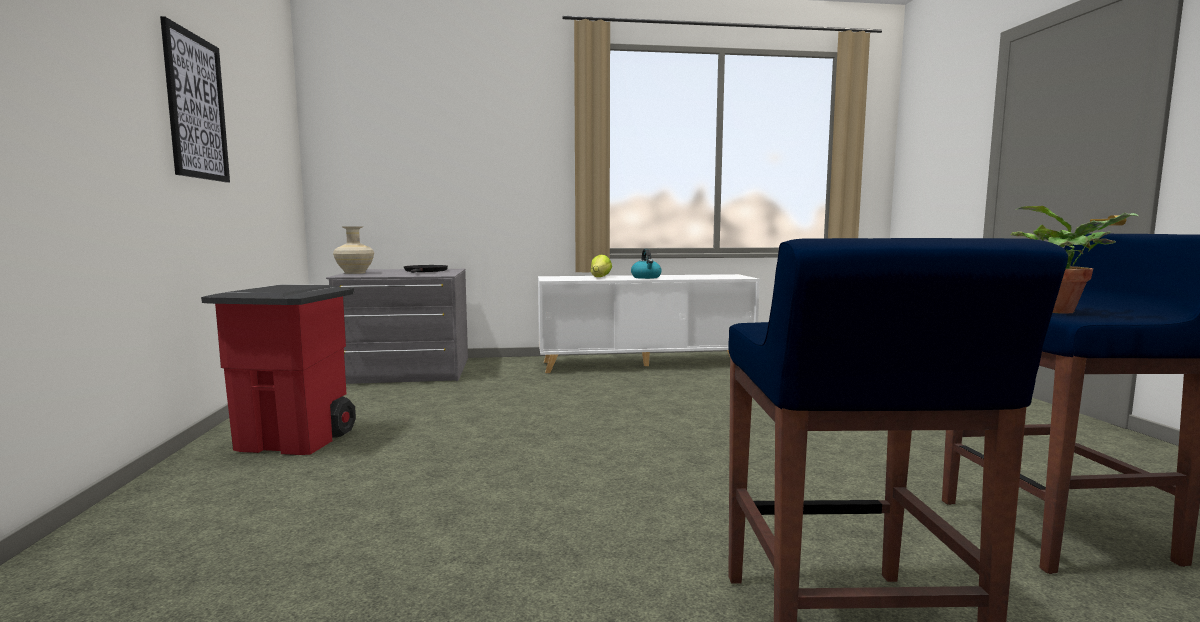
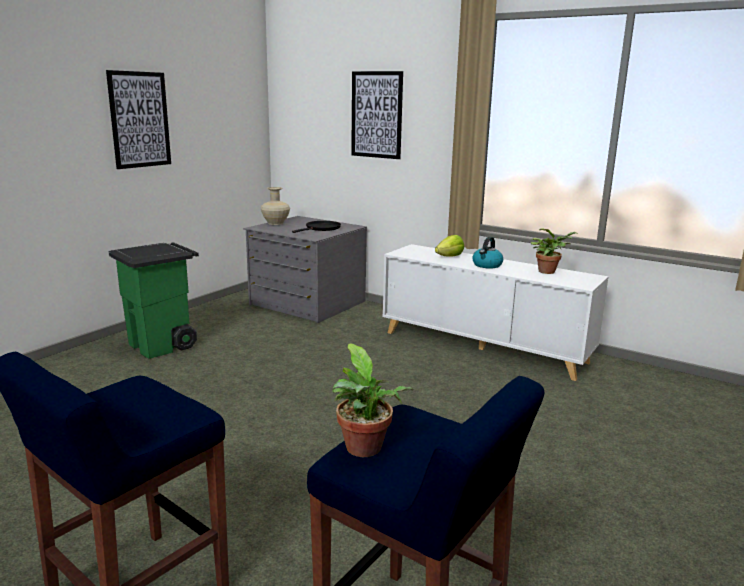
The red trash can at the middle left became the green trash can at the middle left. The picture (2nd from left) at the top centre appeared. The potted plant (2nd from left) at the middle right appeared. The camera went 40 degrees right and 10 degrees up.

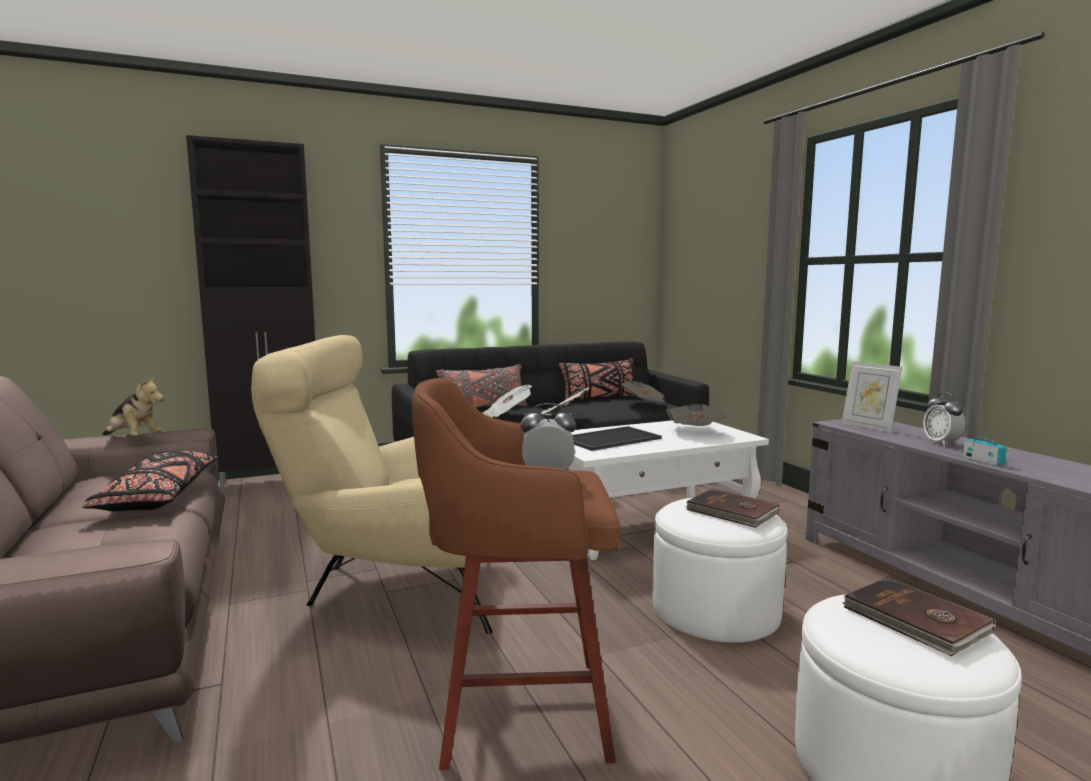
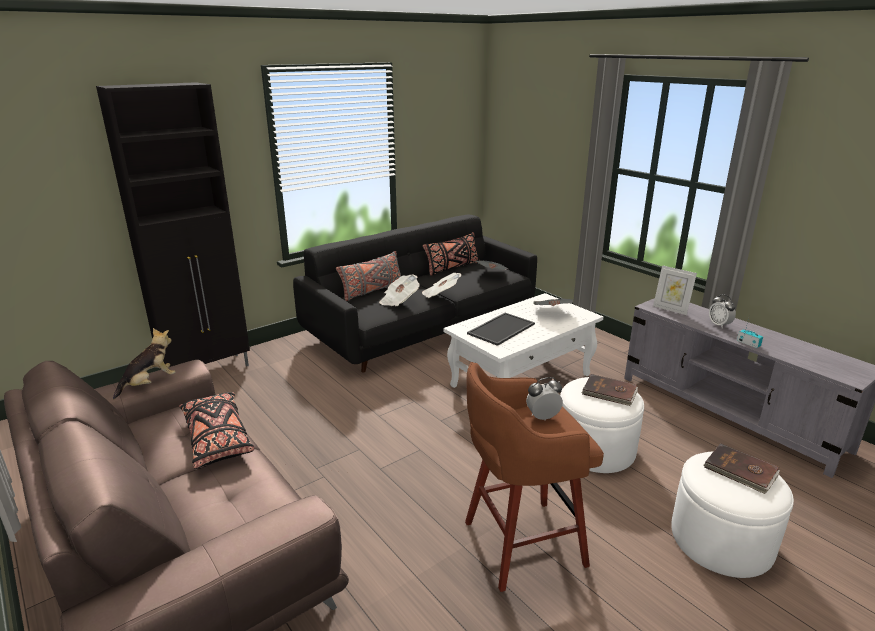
The plush toy at the middle left turned 60 degrees counterclockwise. The beige armchair at the centre disappeared. The camera went 15 degrees left and 15 degrees up.

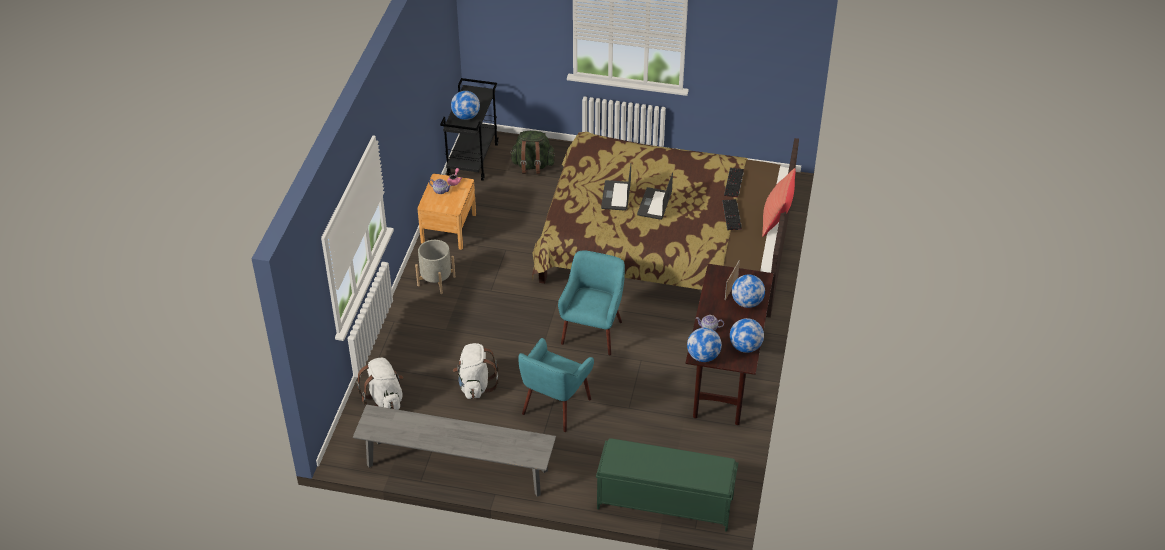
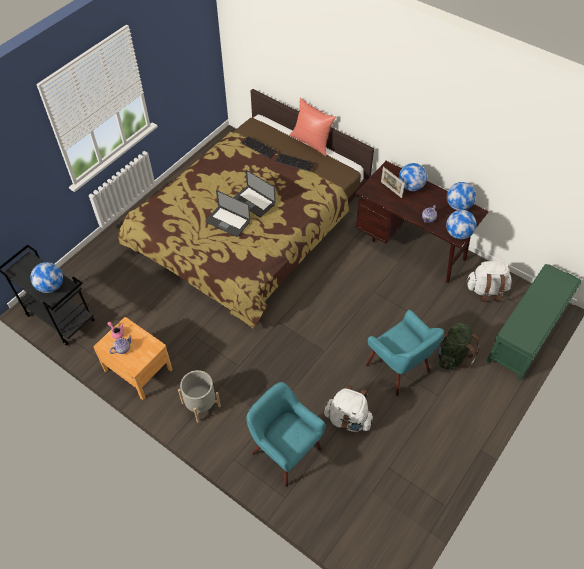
The turquoise armchair (2nd from left in the first image) moved from the centre to the bottom centre. The green backpack moved from the top centre to the middle right. The white backpack (1st from left in the first image) moved from the bottom left to the middle right. The grey bench at the bottom centre disappeared. The camera went 65 degrees left and 10 degrees up.

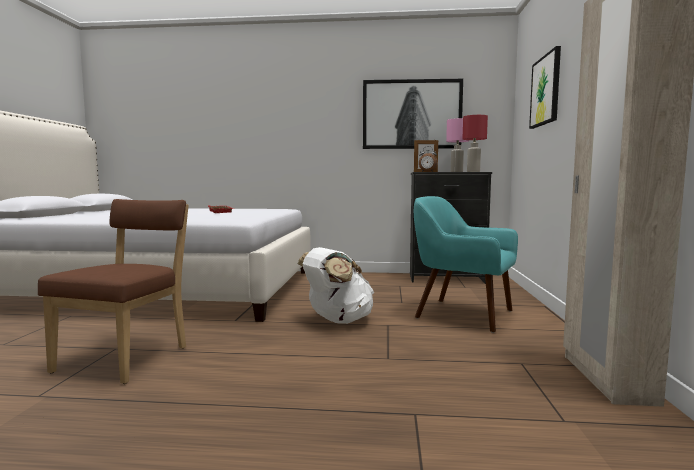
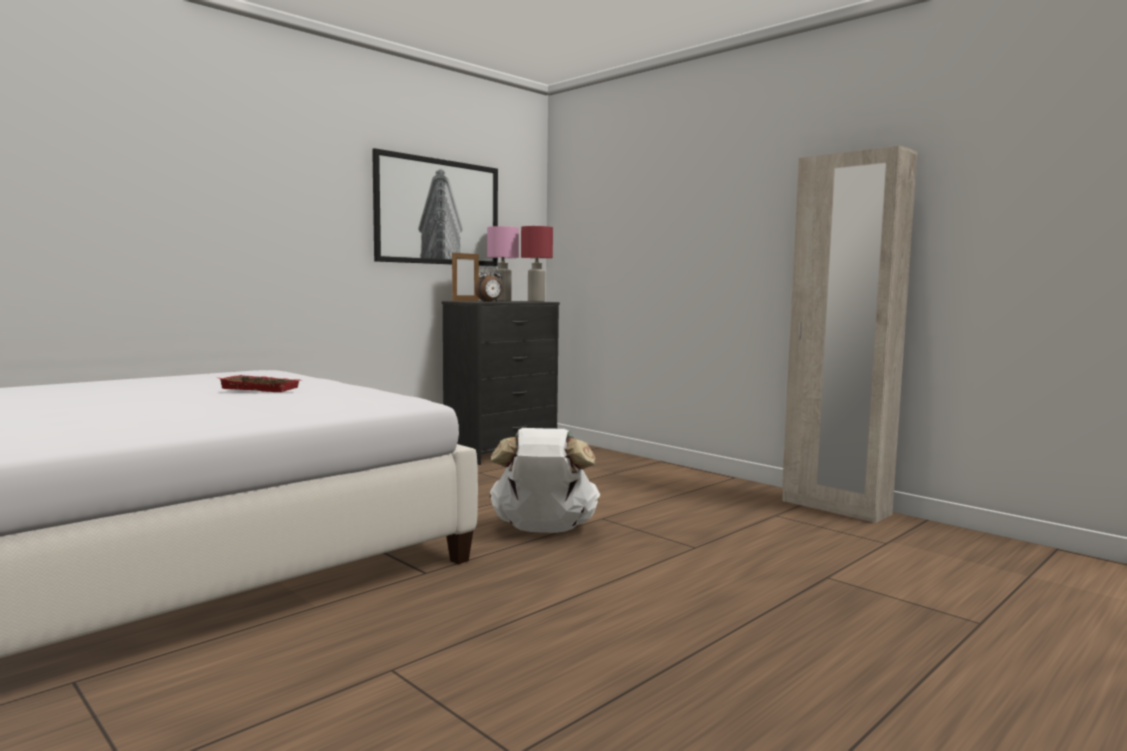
The brown chair at the middle left disappeared. The turquoise armchair at the middle right disappeared. The picture (2nd from left) at the top right disappeared. The camera went 50 degrees left and 0 degrees up.

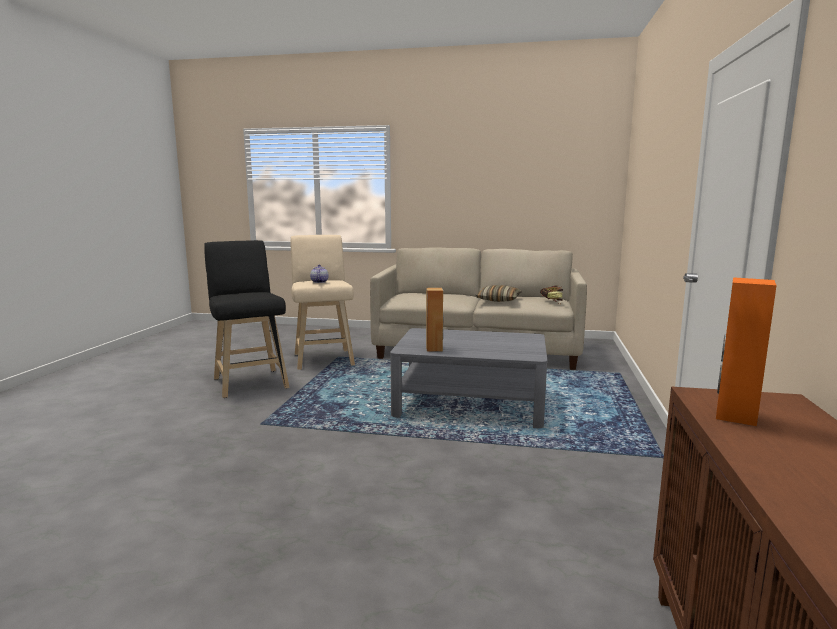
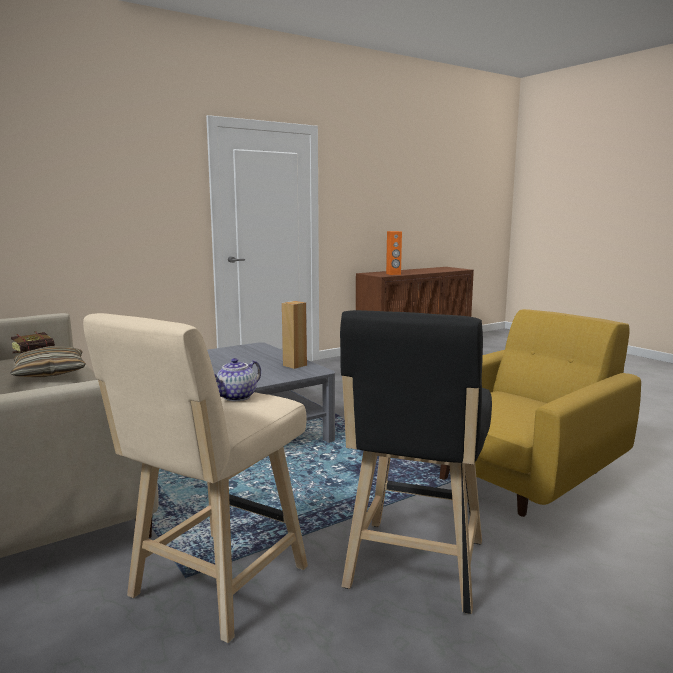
The yellow armchair at the middle right appeared. The camera went 135 degrees left and 0 degrees up.

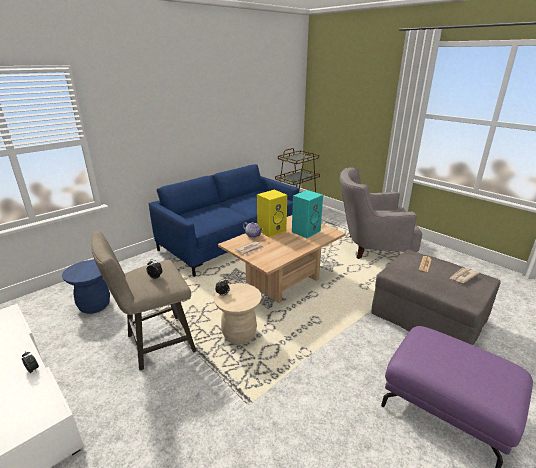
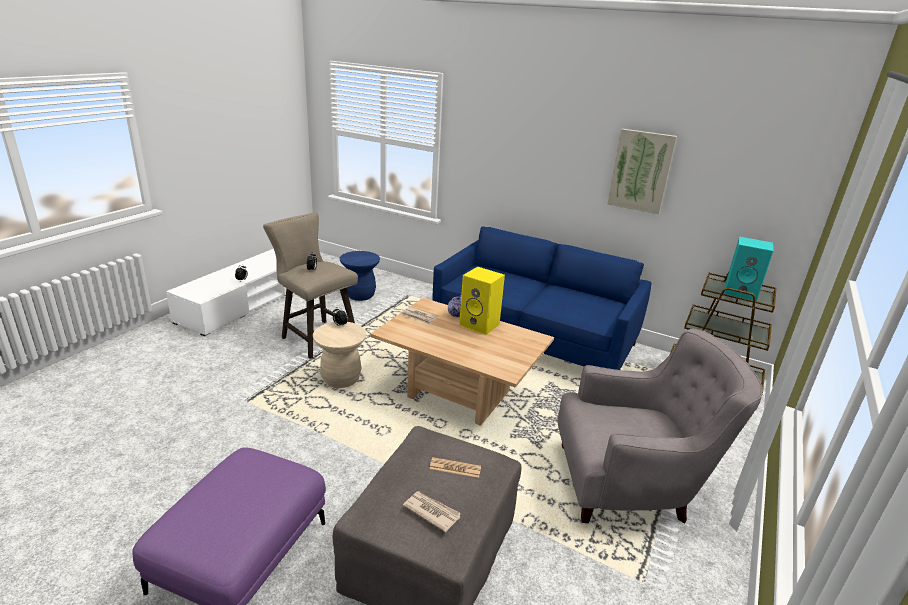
The grey armchair at the middle right turned 105 degrees clockwise. The picture at the top right appeared. The turquoise speaker moved from the centre to the middle right. The camera went 70 degrees right and 0 degrees up.

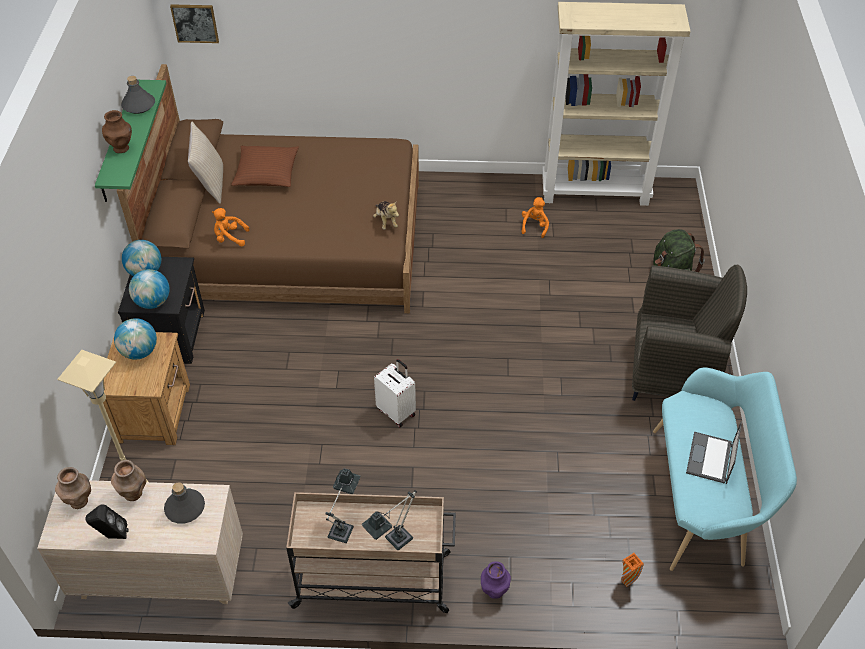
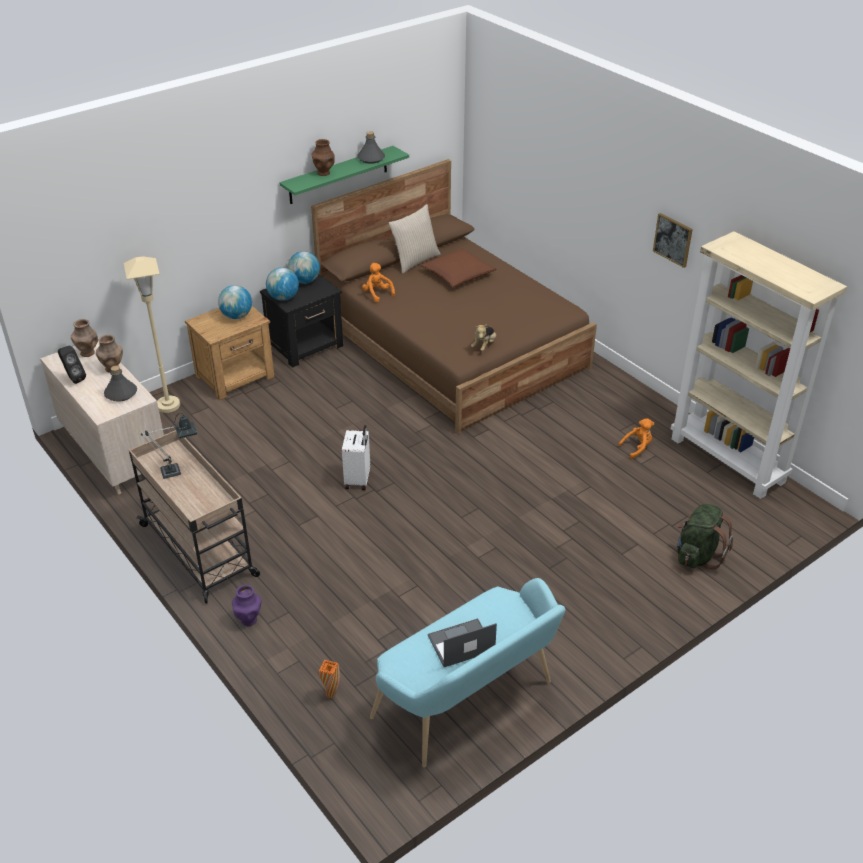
The picture moved from the top left to the top right. The table lamp (2nd from left) at the bottom centre disappeared. The grey armchair at the middle right disappeared. The camera went 50 degrees right and 10 degrees down.

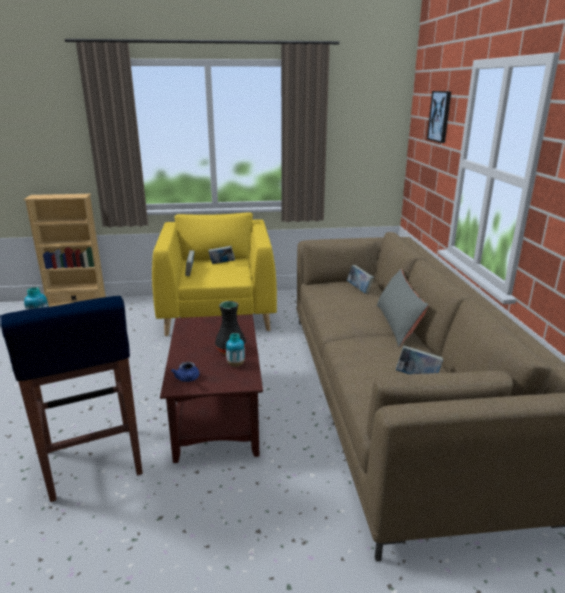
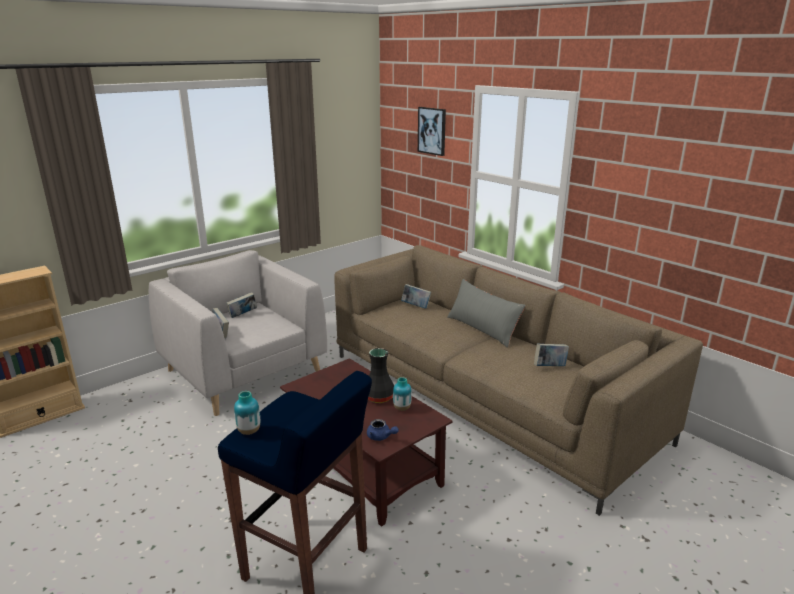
The yellow armchair at the centre became the grey armchair at the middle left. The camera went 35 degrees left and 0 degrees up.

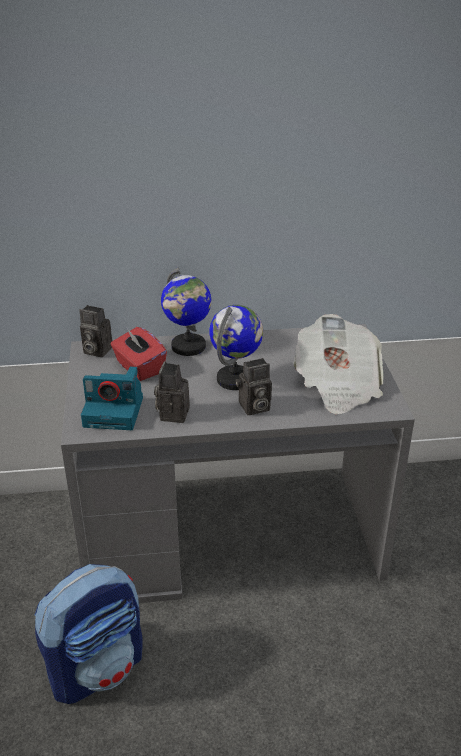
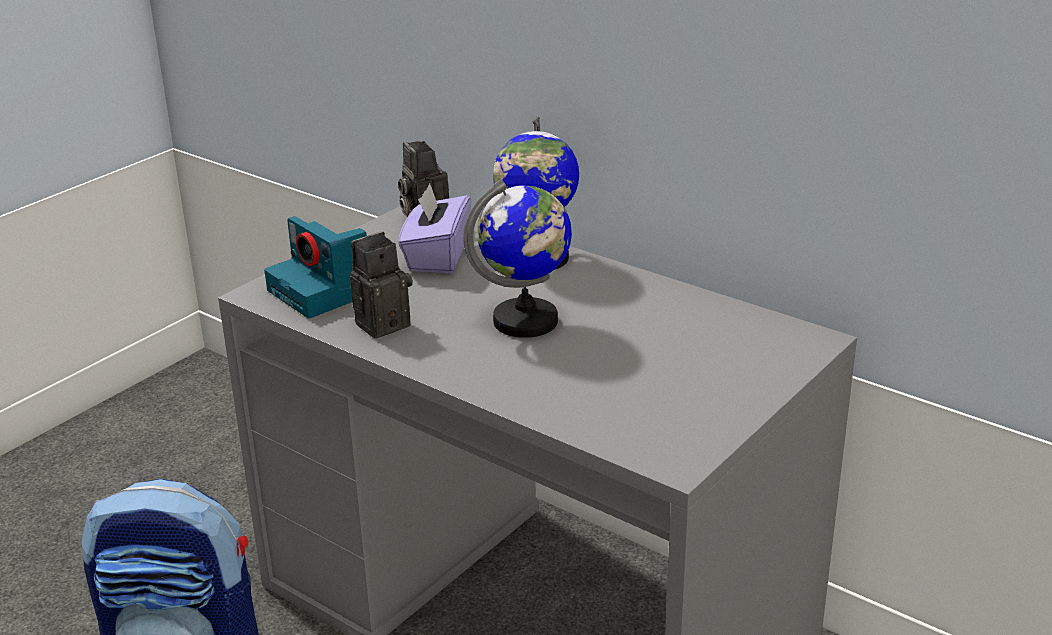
The red tissue box at the middle left became the purple tissue box at the centre. The photo camera (4th from left) at the centre disappeared. The newspaper at the middle right disappeared. The camera went 45 degrees right and 5 degrees down.

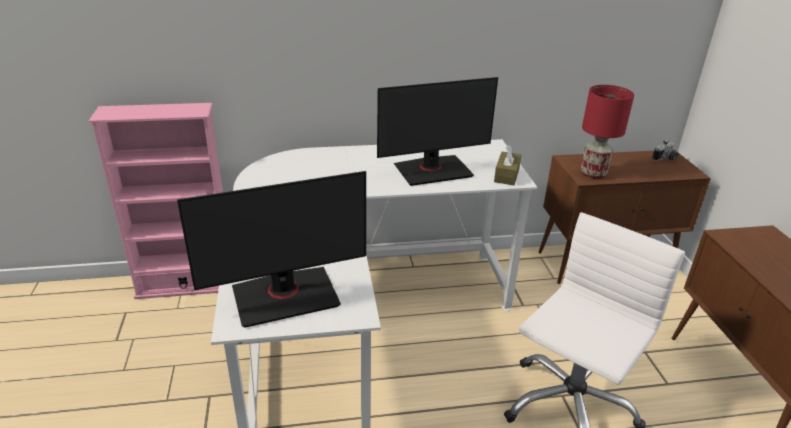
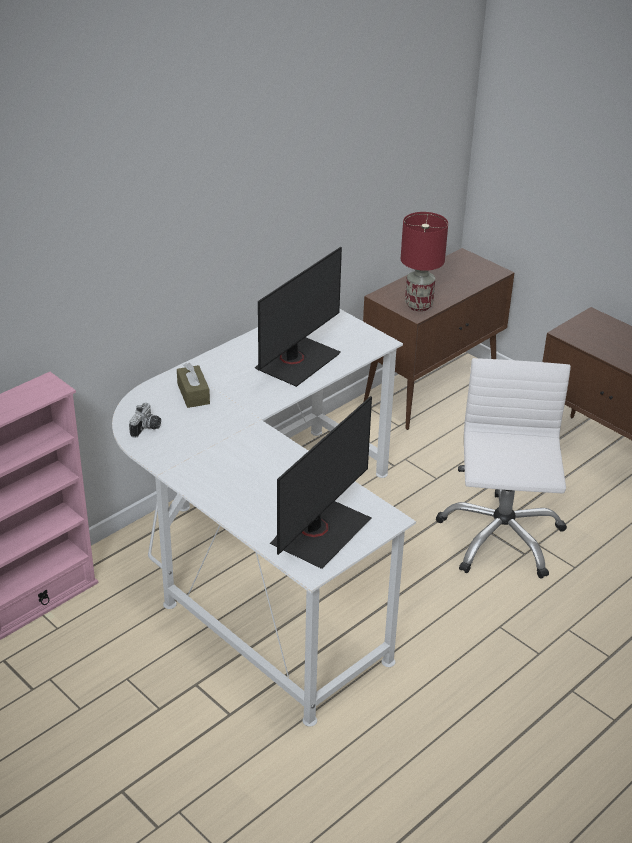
The photo camera moved from the middle right to the middle left. The brown tissue box moved from the centre to the middle left. The camera went 35 degrees left and 5 degrees up.

